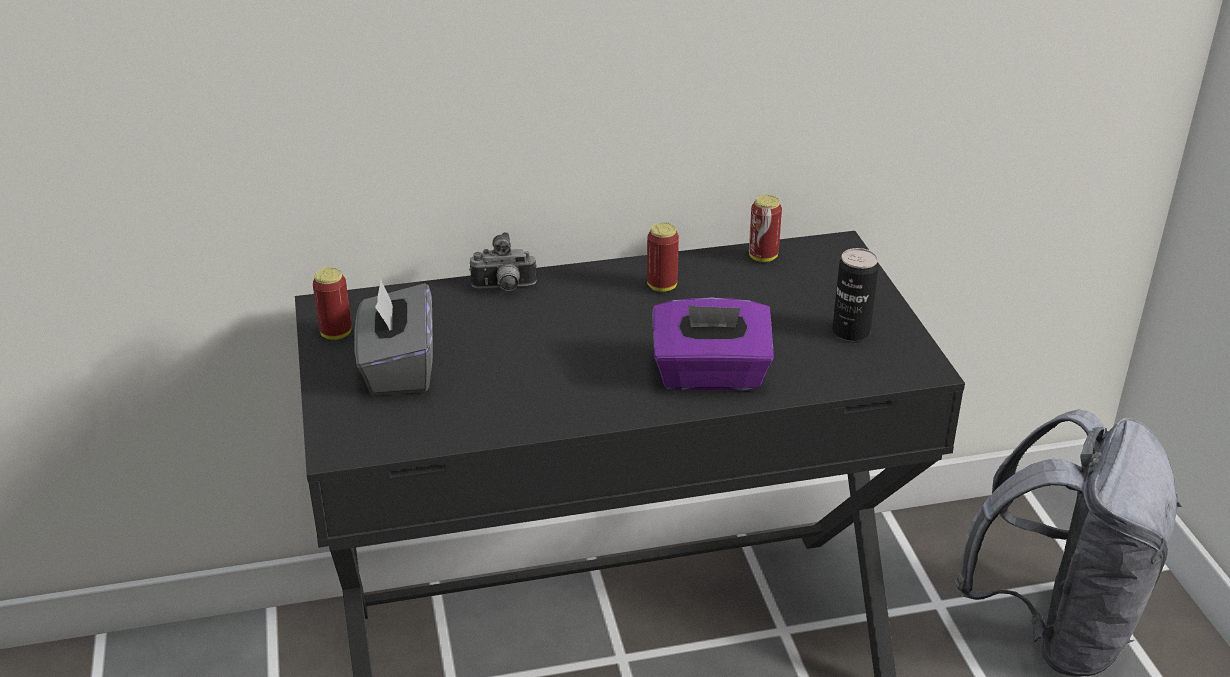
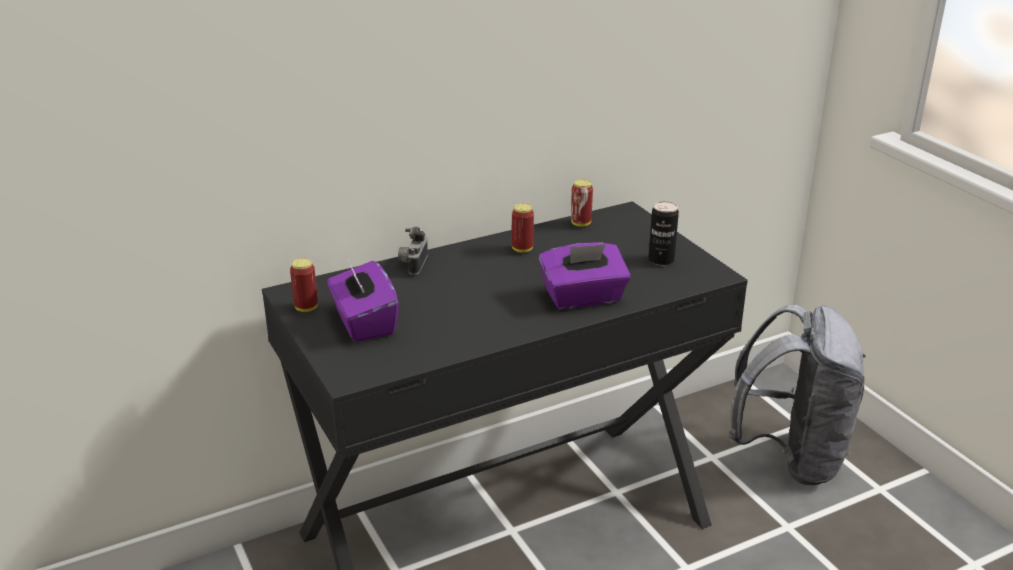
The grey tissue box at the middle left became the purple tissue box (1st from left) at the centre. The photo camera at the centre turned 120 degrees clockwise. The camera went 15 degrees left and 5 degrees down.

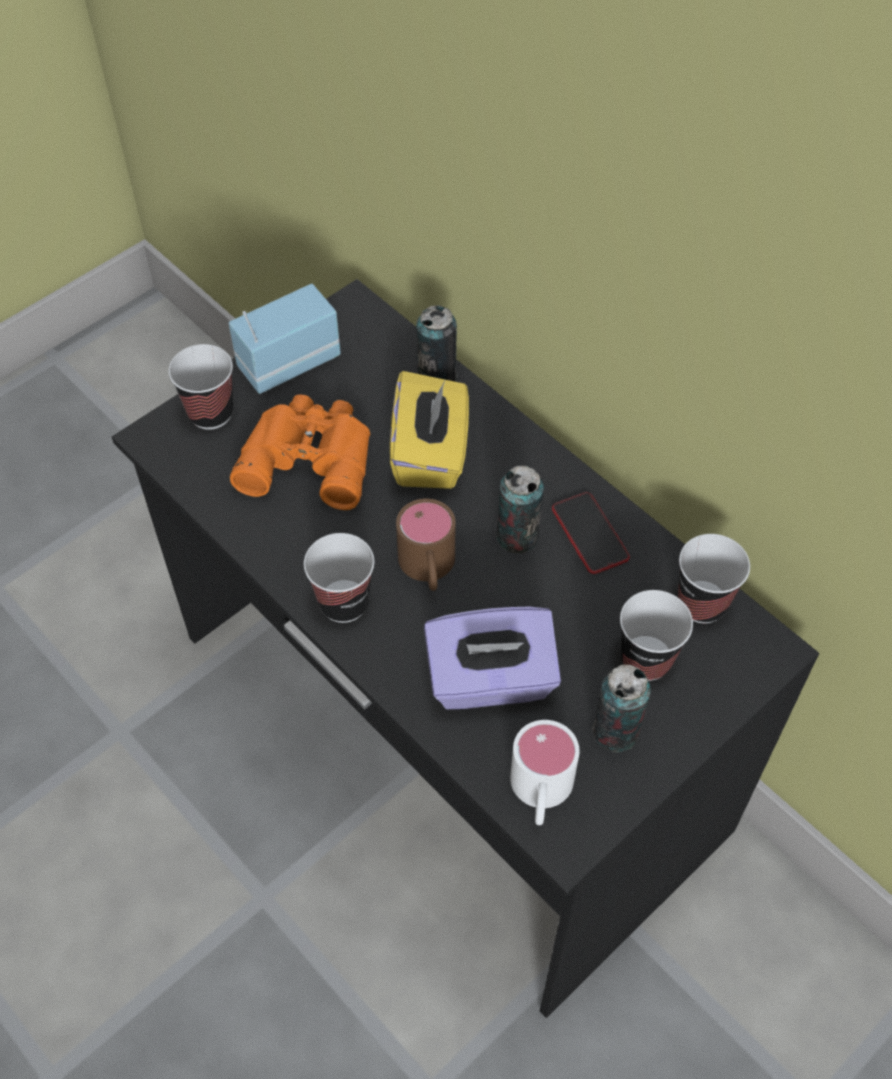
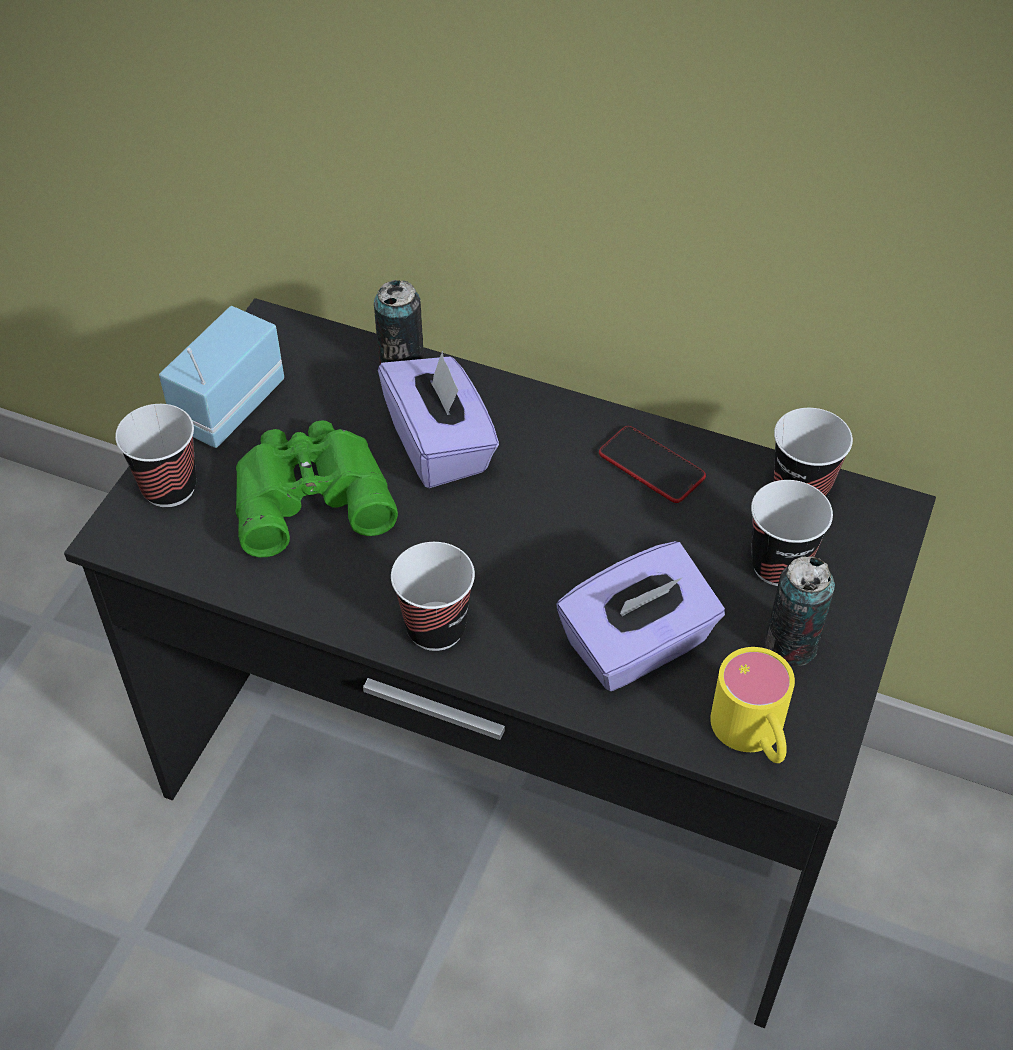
The orange binoculars at the centre became the green binoculars at the middle left. The yellow tissue box at the centre became the purple tissue box (1st from left) at the centre. The white mug at the bottom centre became the yellow mug at the bottom right. The brown mug at the centre disappeared. The can (2nd from left) at the centre disappeared. The camera went 25 degrees left and 5 degrees down.

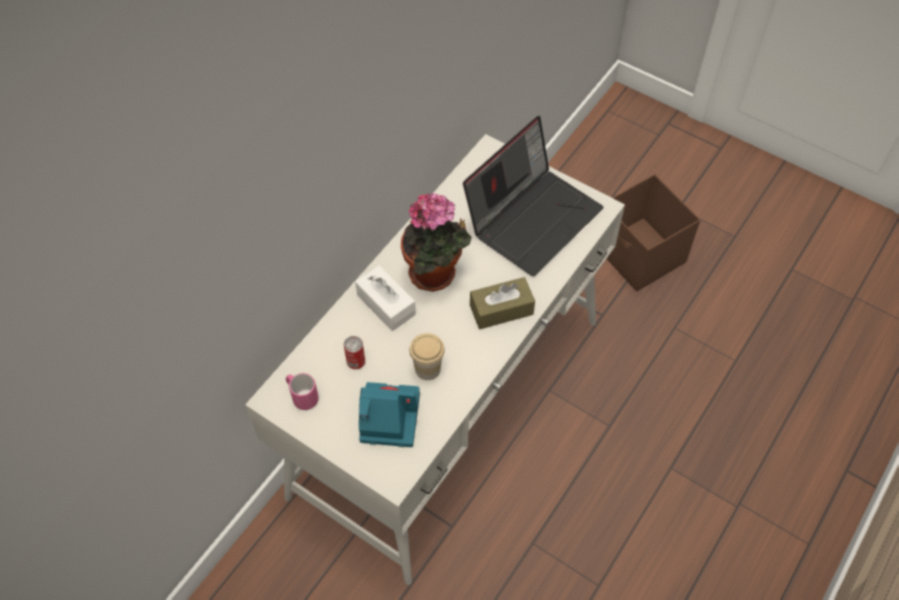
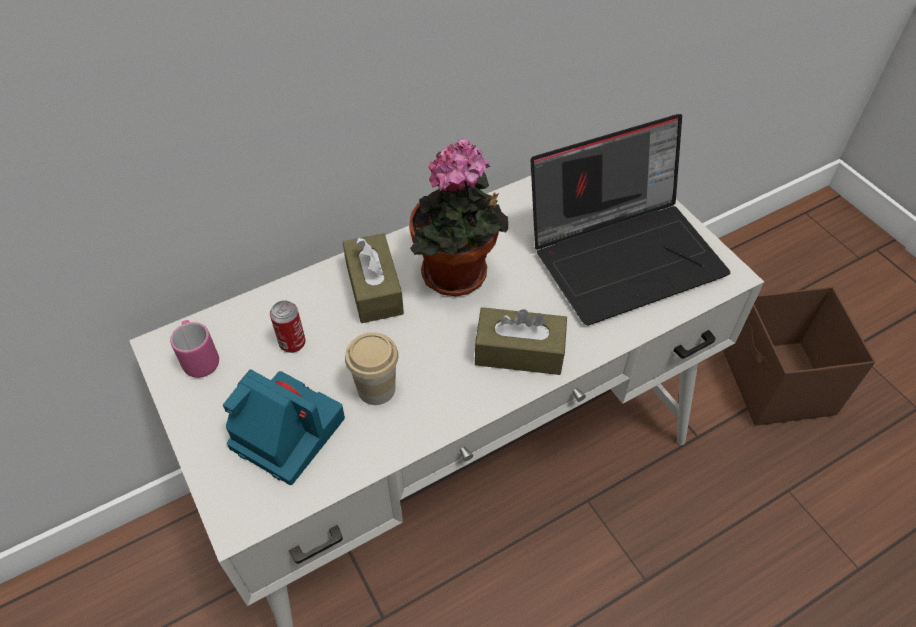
The white tissue box at the centre became the brown tissue box (1st from left) at the centre. The camera went 25 degrees right and 5 degrees down.

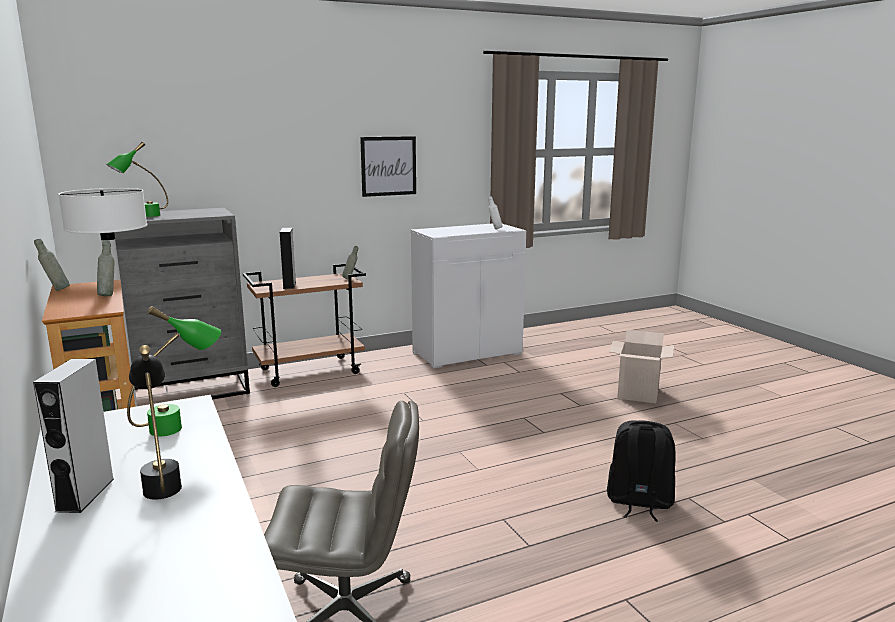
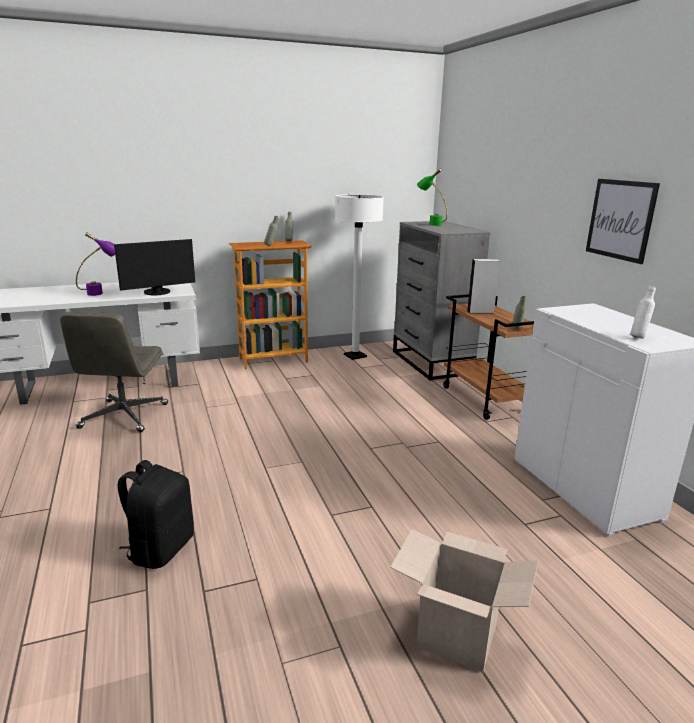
The black table lamp at the bottom left became the purple table lamp at the middle left. The green table lamp (2nd from left) at the middle left was replaced by the monitor at the middle left. The grey speaker (1st from left) at the bottom left disappeared. The camera went 95 degrees right and 5 degrees up.

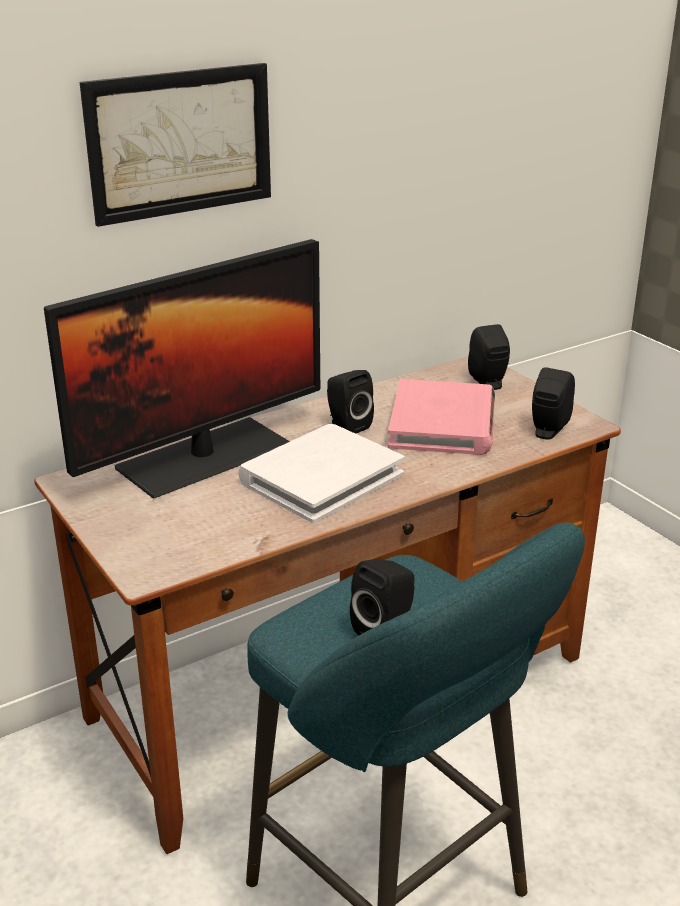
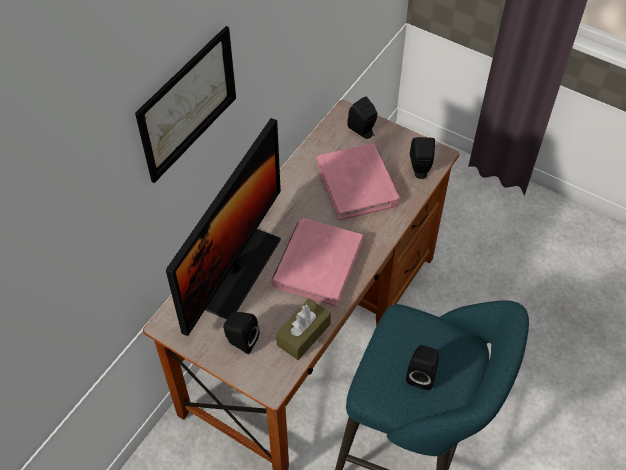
The black speaker (1st from left) moved from the centre to the bottom centre. The white book at the centre became the pink book (1st from left) at the centre. The brown tissue box at the bottom centre appeared. The camera went 25 degrees left and 25 degrees up.

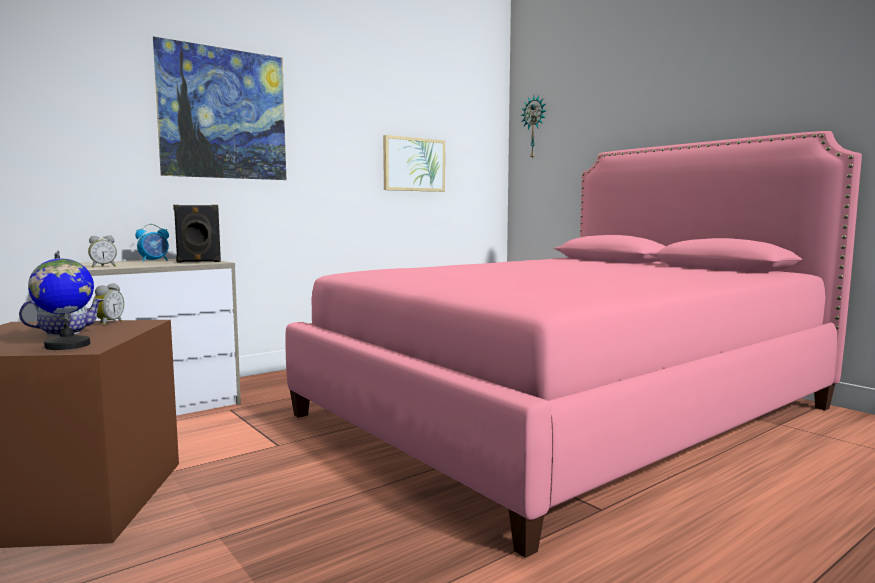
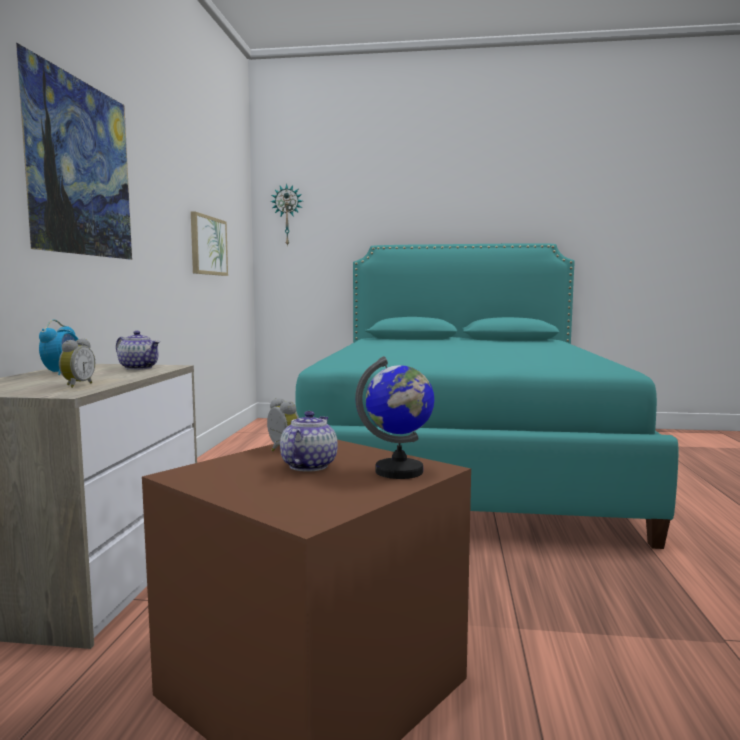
The black speaker at the middle left was replaced by the teapot (1st from left) at the middle left. The pink bed at the centre became the turquoise bed at the centre. The camera went 45 degrees left and 0 degrees up.

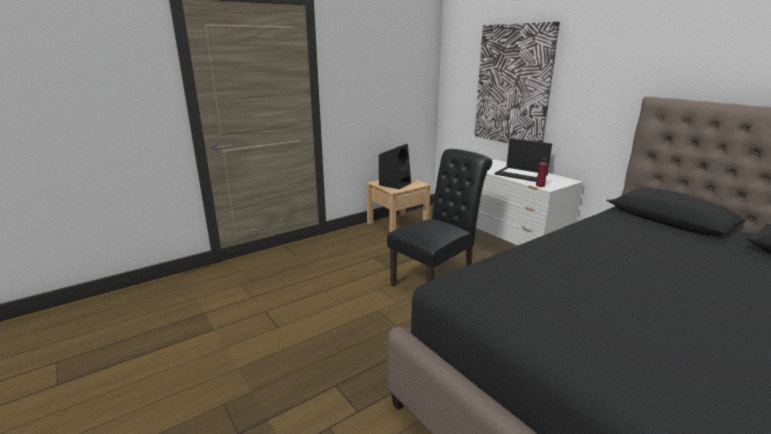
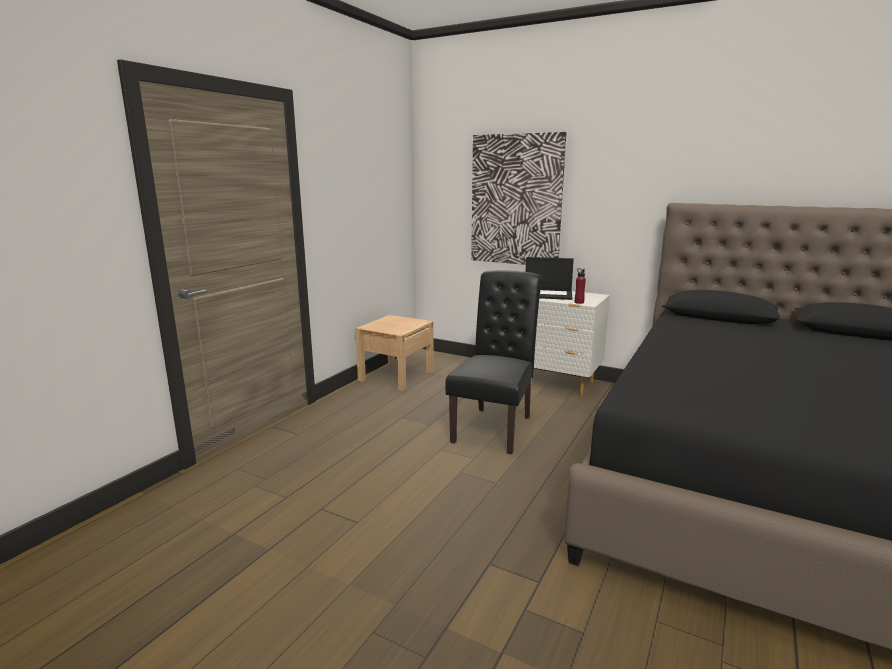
The black speaker at the centre disappeared. The camera went 25 degrees left and 5 degrees down.

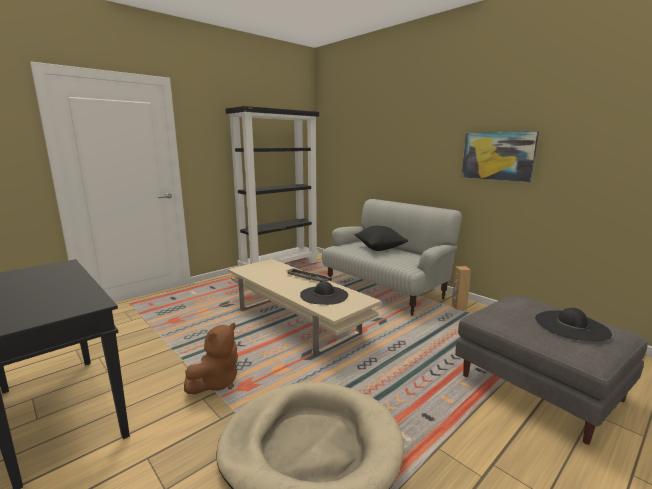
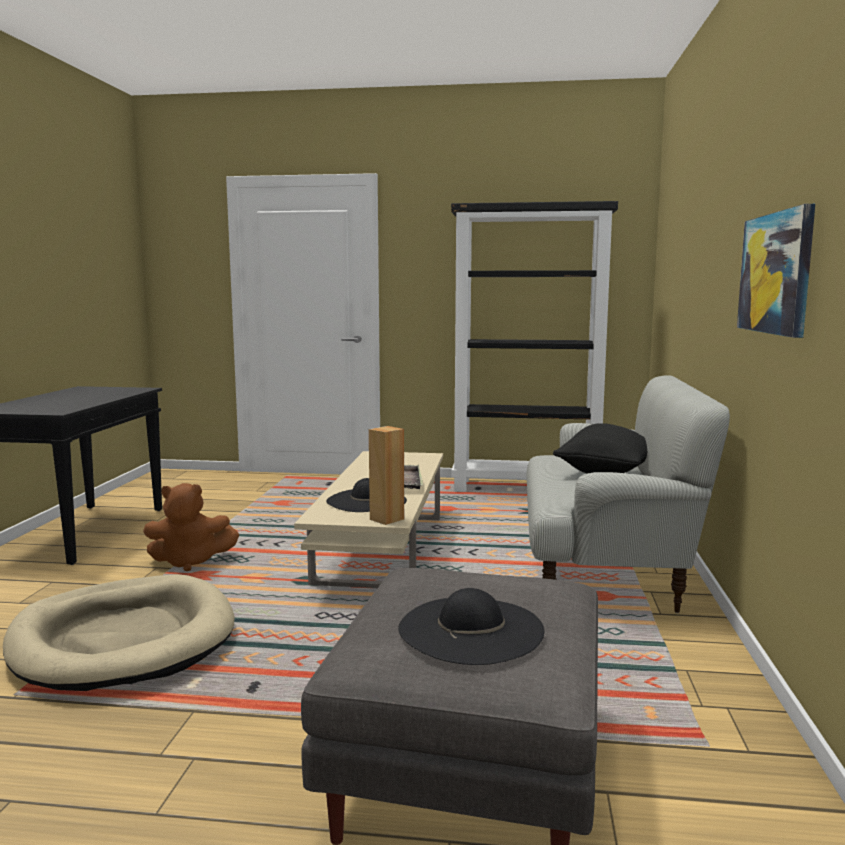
The brown speaker moved from the middle right to the centre. The camera went 50 degrees right and 5 degrees down.

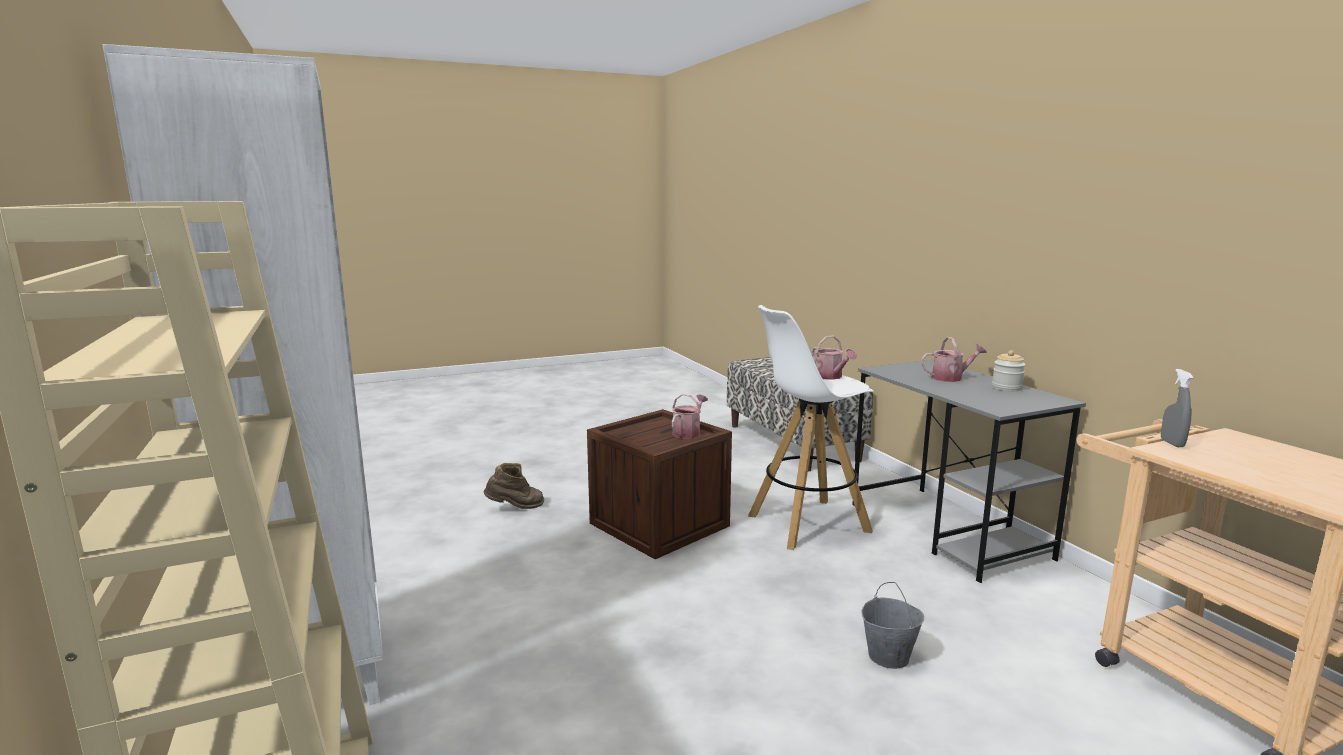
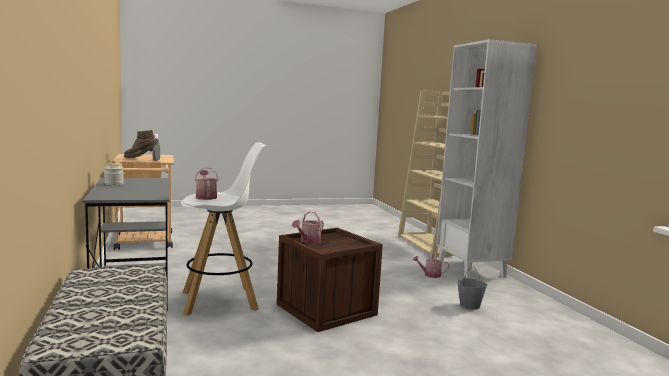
The brown boot moved from the centre to the middle left. The watering can (3rd from left) moved from the middle right to the bottom centre. The grey bucket moved from the bottom centre to the bottom right. The camera went 175 degrees left and 5 degrees down.

